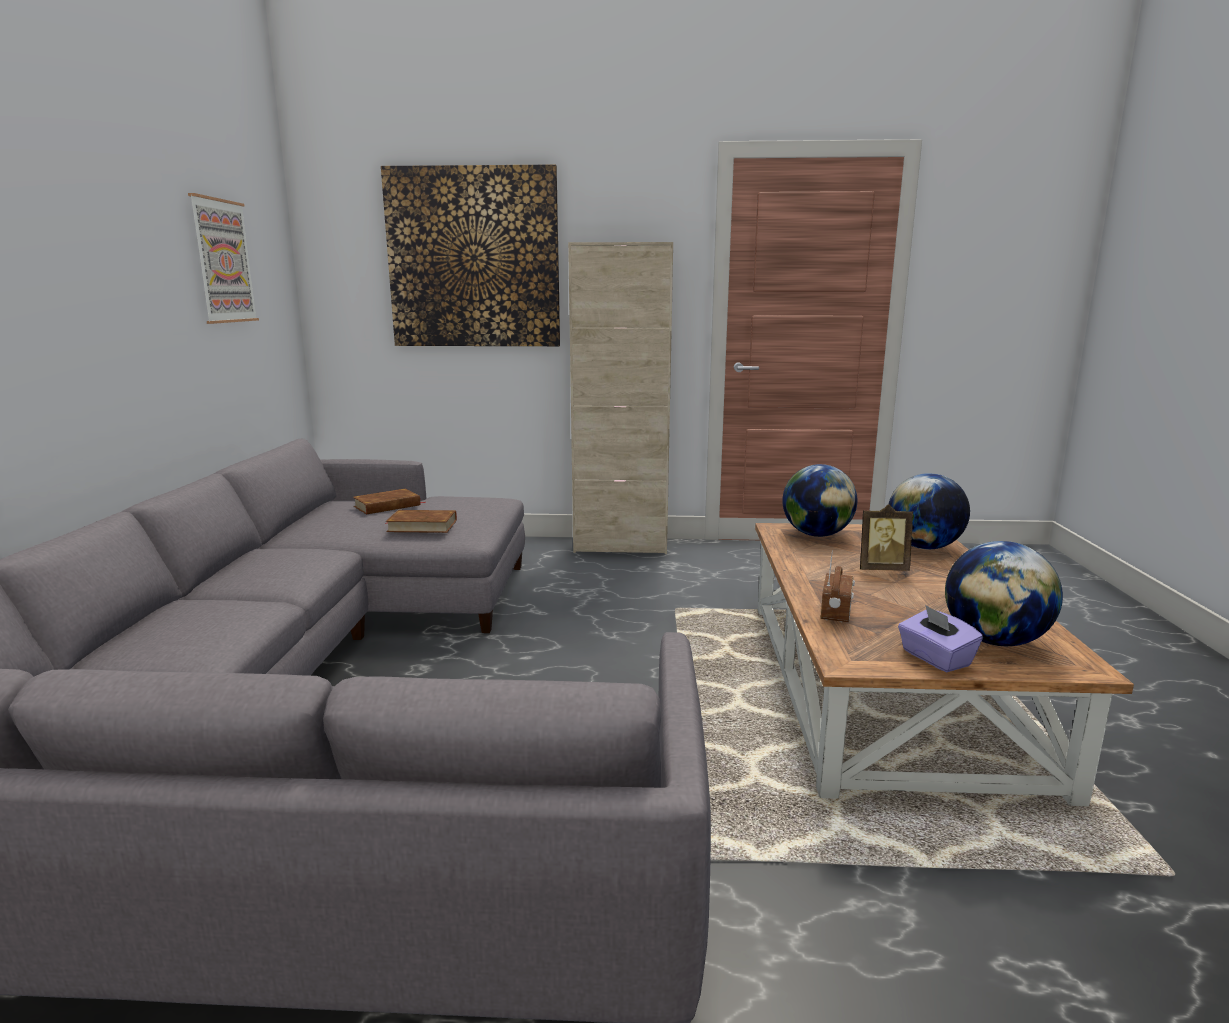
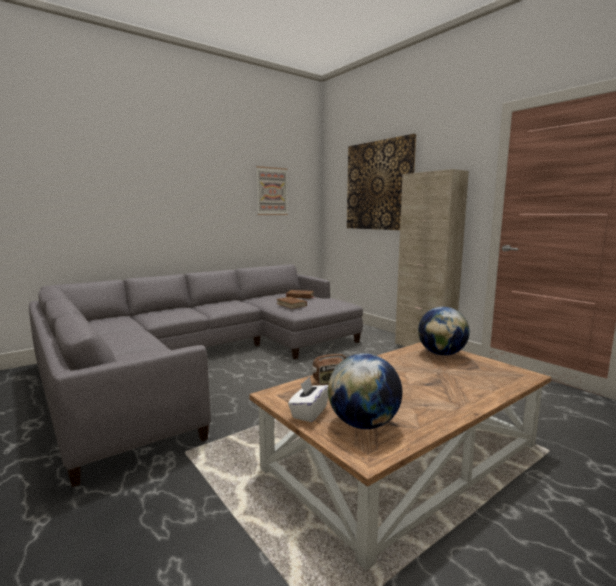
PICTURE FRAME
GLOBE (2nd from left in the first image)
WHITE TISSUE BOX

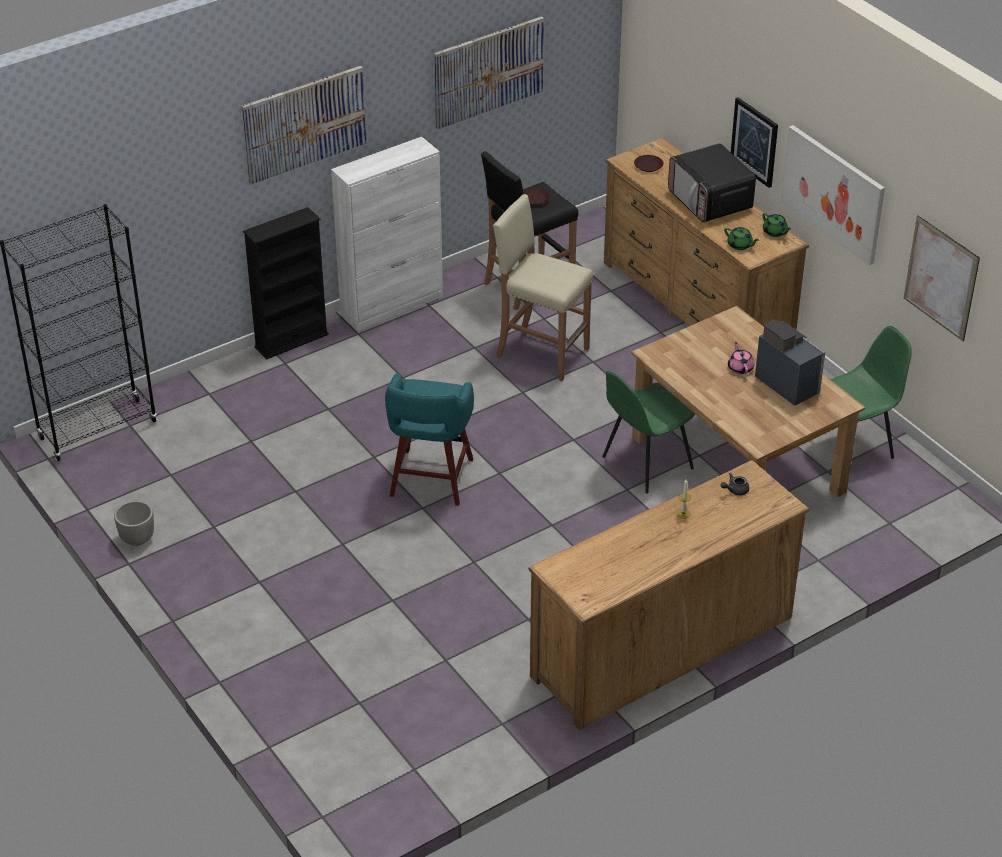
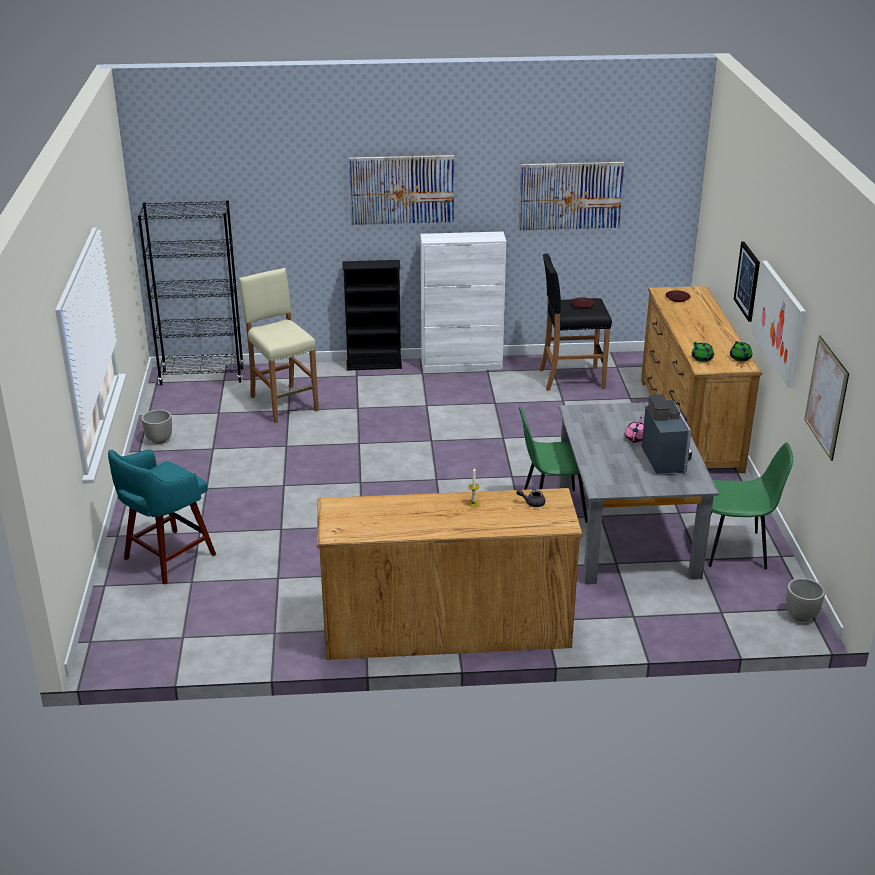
MICROWAVE
GREY PLANTER (2nd from left)
TURQUOISE STOOL
BEIGE STOOL
GREY DINING TABLE

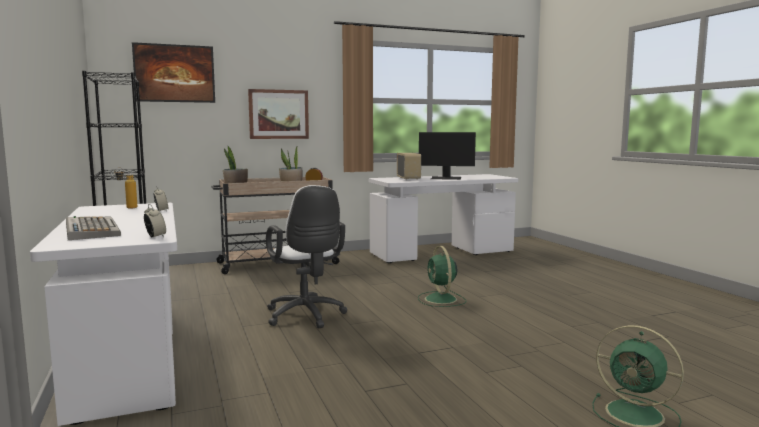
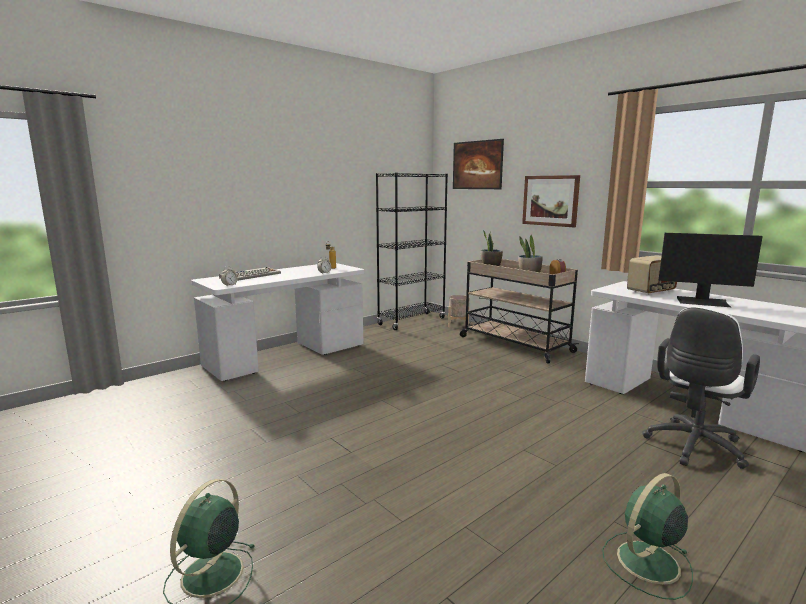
BEIGE PLANTER
WHITE OFFICE CHAIR
GREEN FAN (2nd from left)
MONITOR

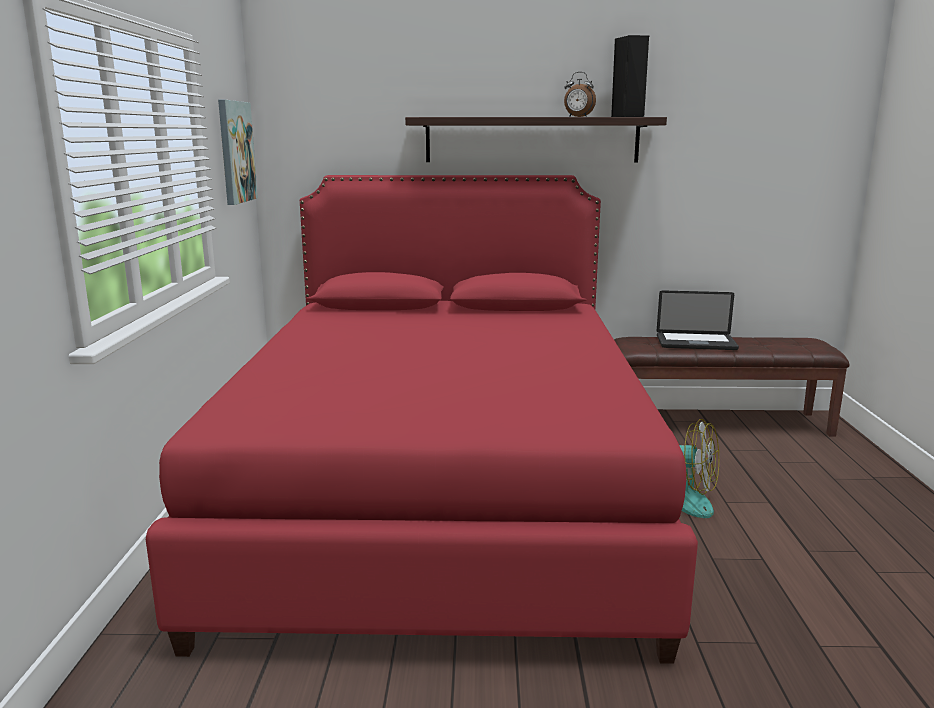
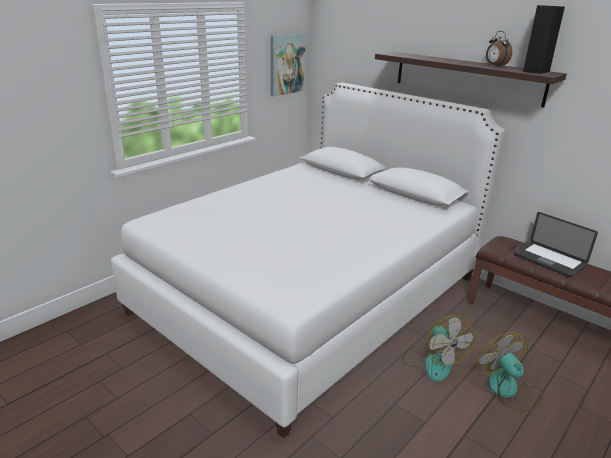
FAN (2nd from left)
WHITE BED

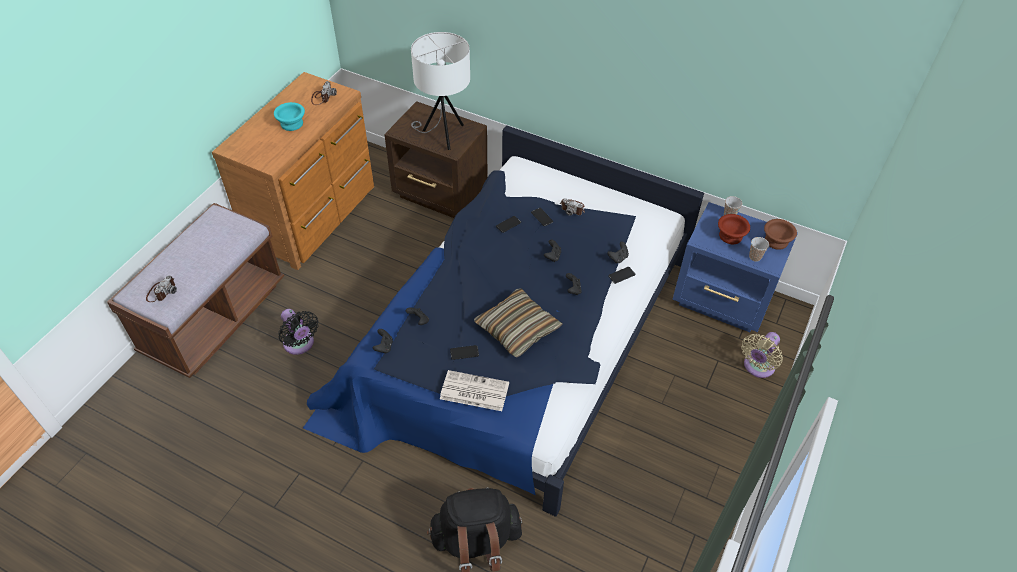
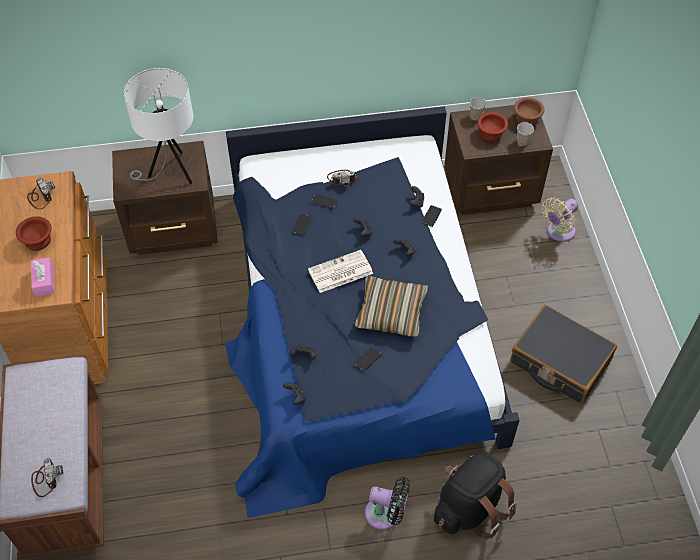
PINK TISSUE BOX
BLACK SUITCASE
BLACK FAN
NEWSPAPER
BROWN BOWL (1st from left)
BROWN NIGHTSTAND (2nd from left)
BEIGE FAN

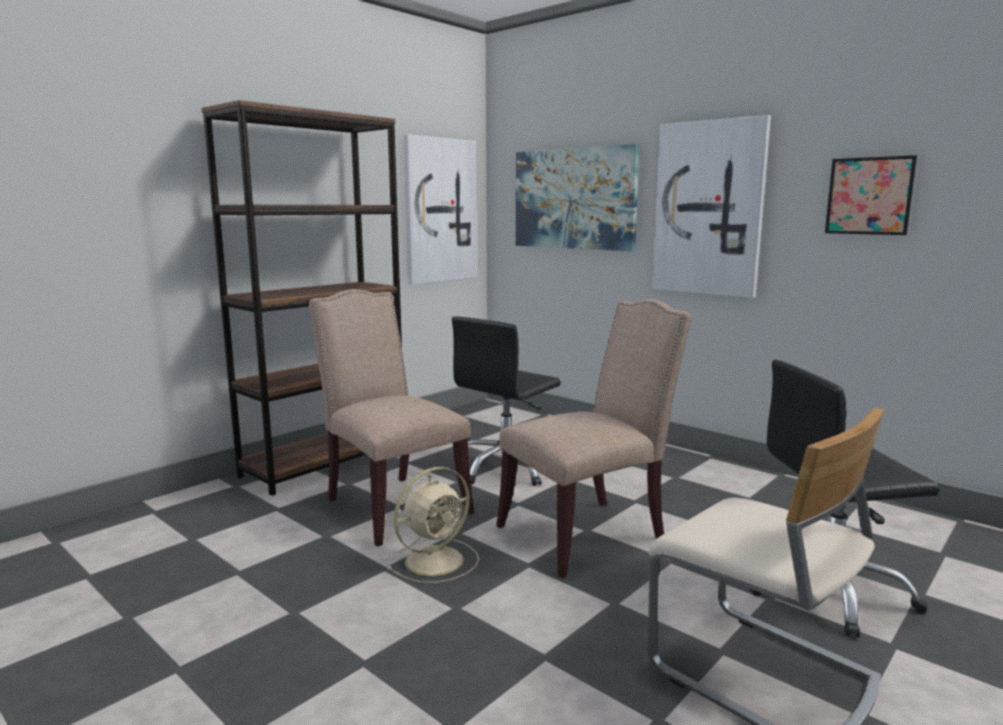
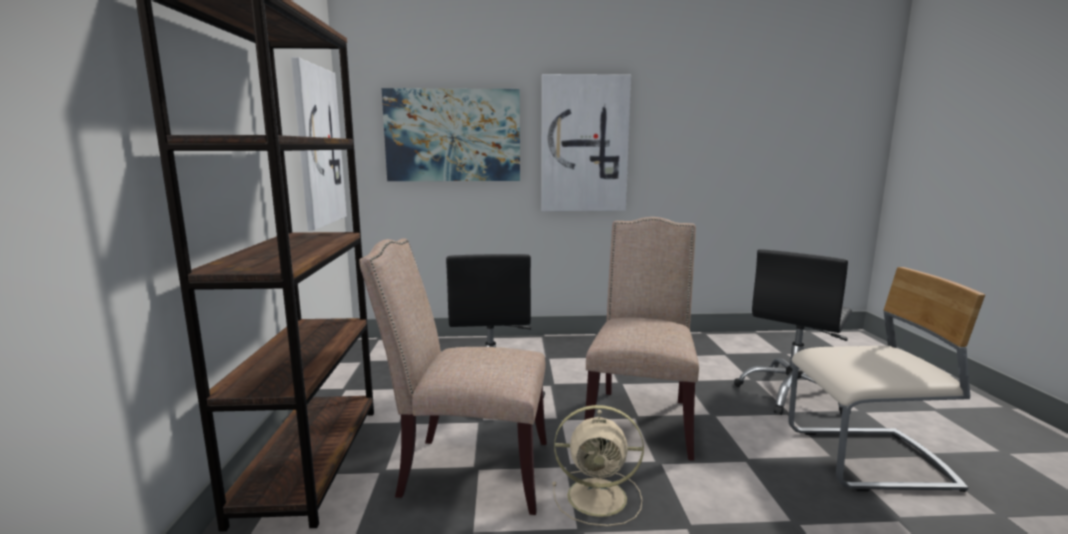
PICTURE (4th from left in the first image)
BEIGE FAN

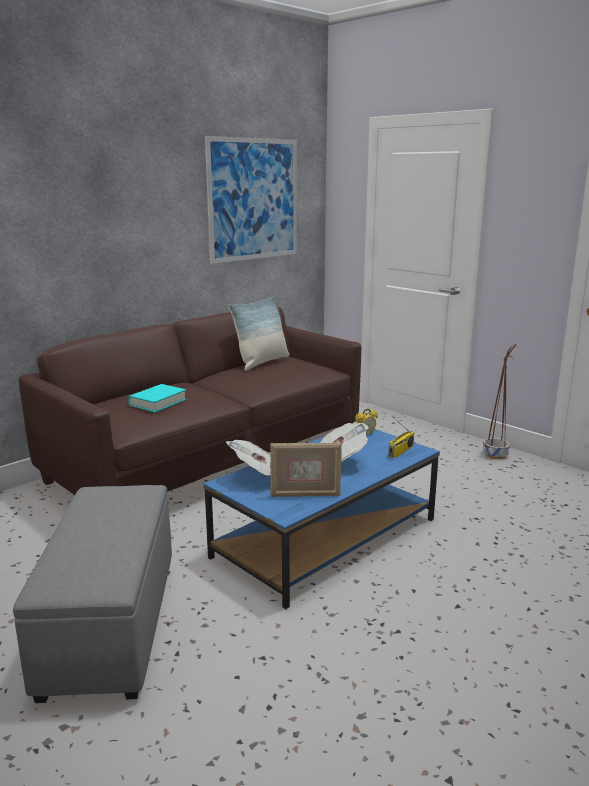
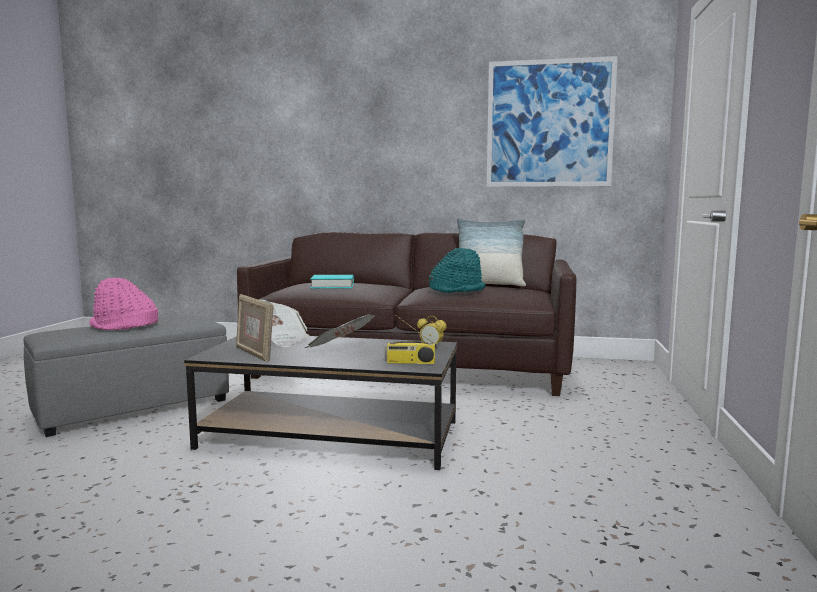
BROWN PLANTER
PINK HAT
TURQUOISE HAT
BLACK COFFEE TABLE

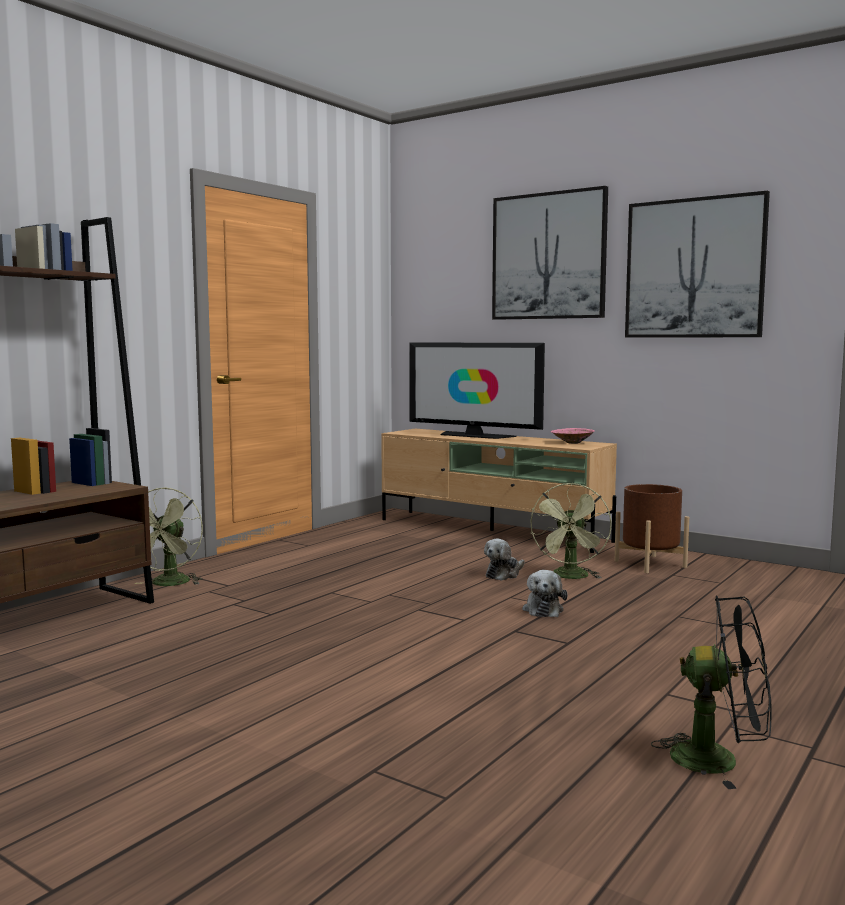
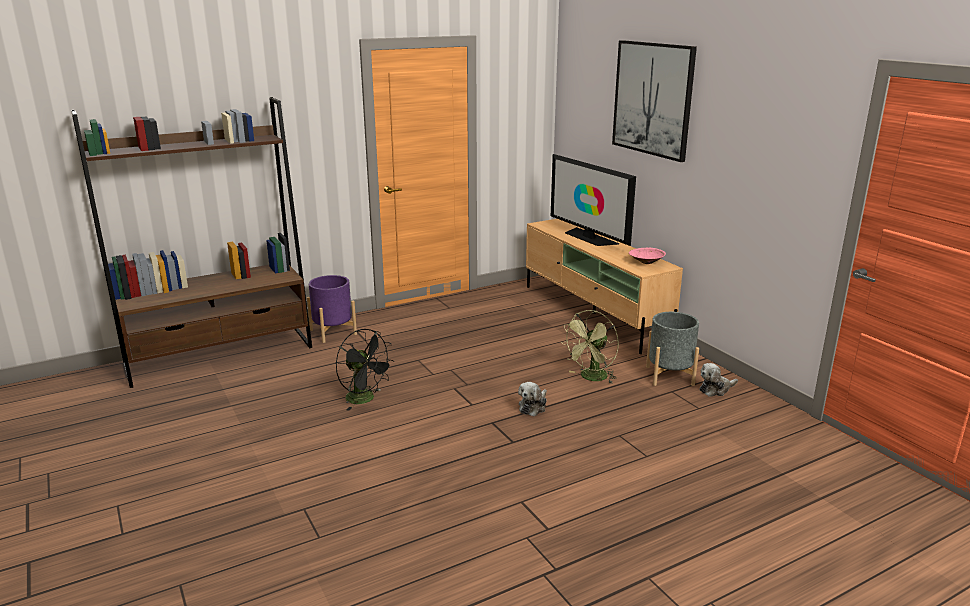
PICTURE (2nd from left in the first image)
PLUSH TOY (2nd from left)
BLACK FAN
PURPLE PLANTER
GREY PLANTER

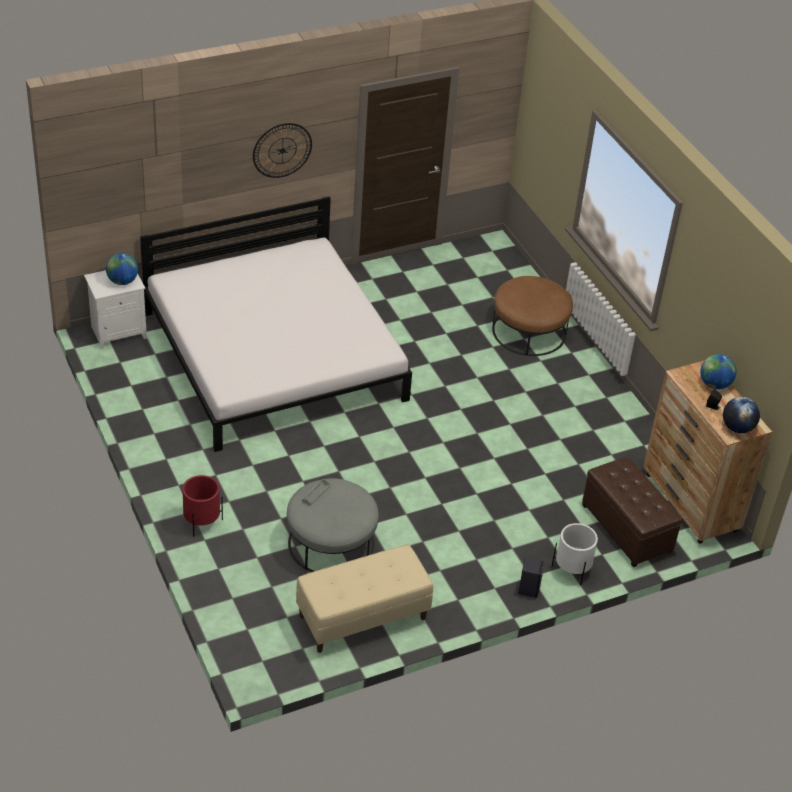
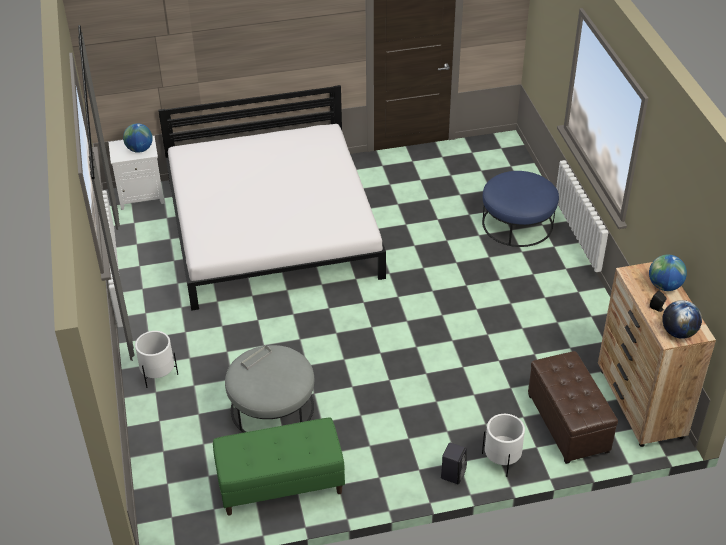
WALL CLOCK
WHITE PLANTER (1st from left)
GREEN BENCH
BLUE OTTOMAN

